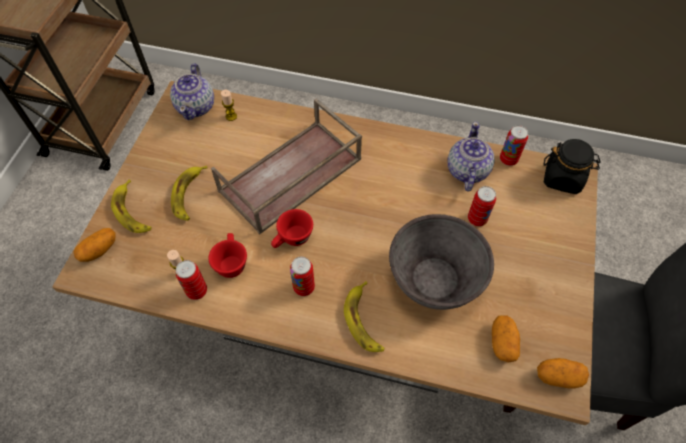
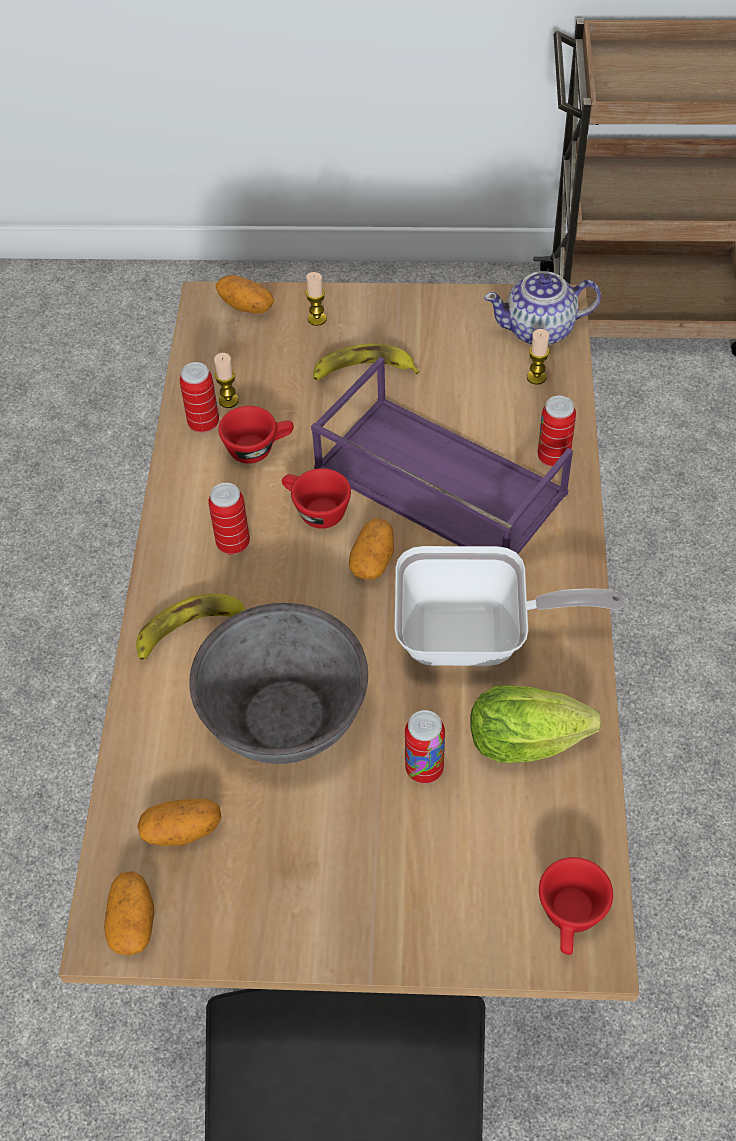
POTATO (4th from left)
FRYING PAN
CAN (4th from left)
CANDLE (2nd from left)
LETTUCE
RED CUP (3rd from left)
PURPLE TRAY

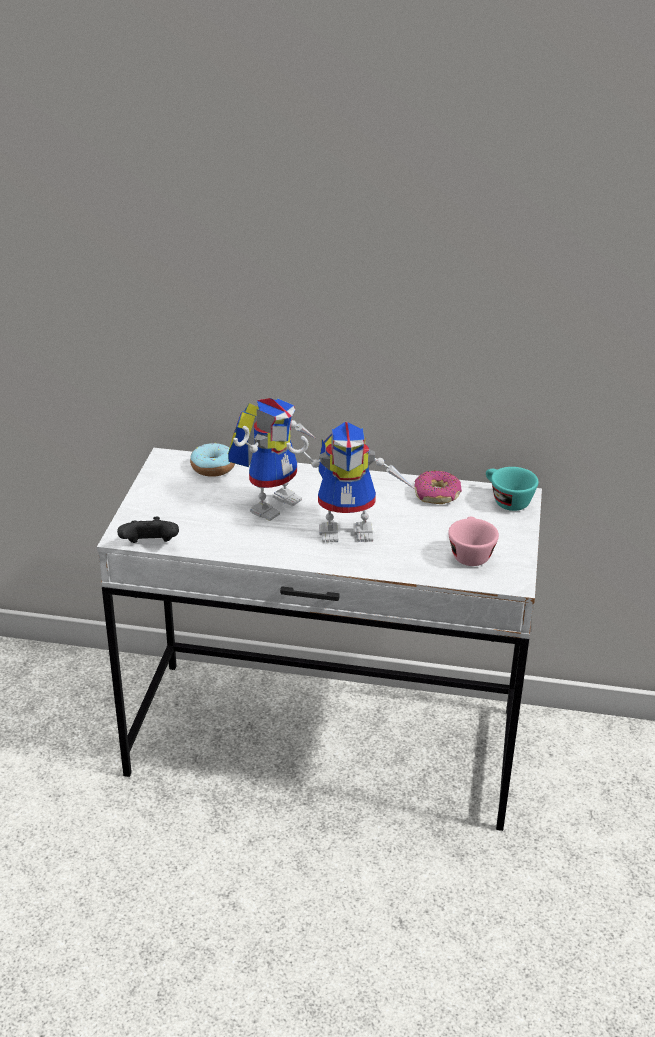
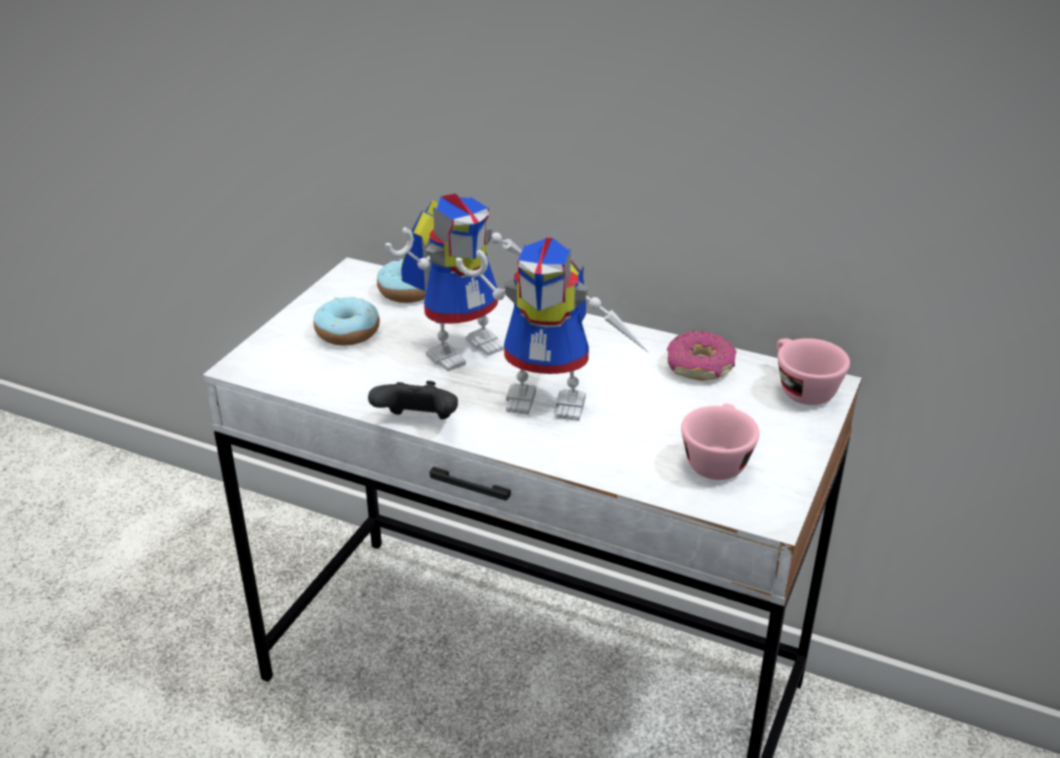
DONUT (1st from left)
BLACK GAME CONTROLLER
PINK CUP (2nd from left)

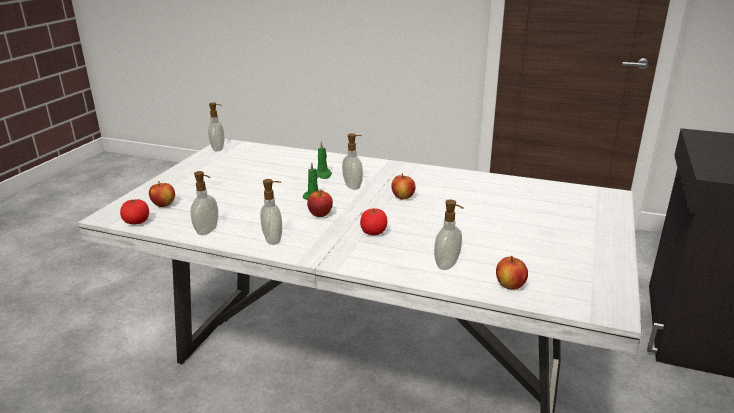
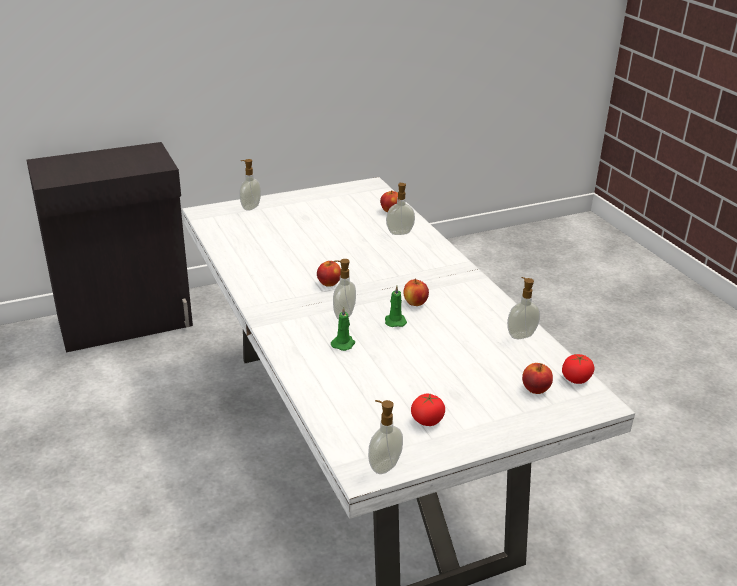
SOAP DISPENSER (1st from left)
TOMATO (1st from left)

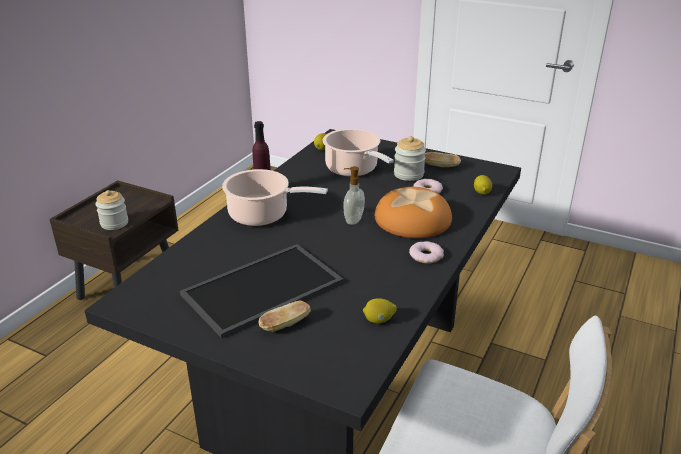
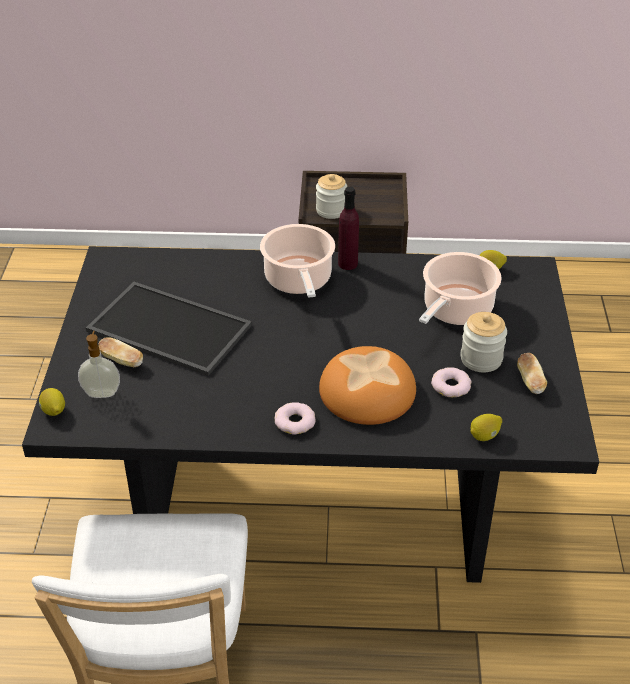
SOAP DISPENSER
LEMON (1st from left)

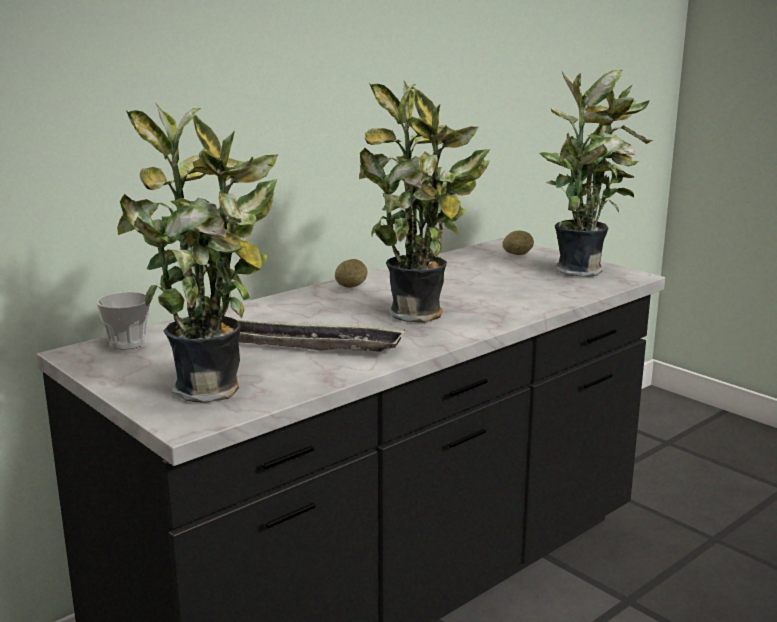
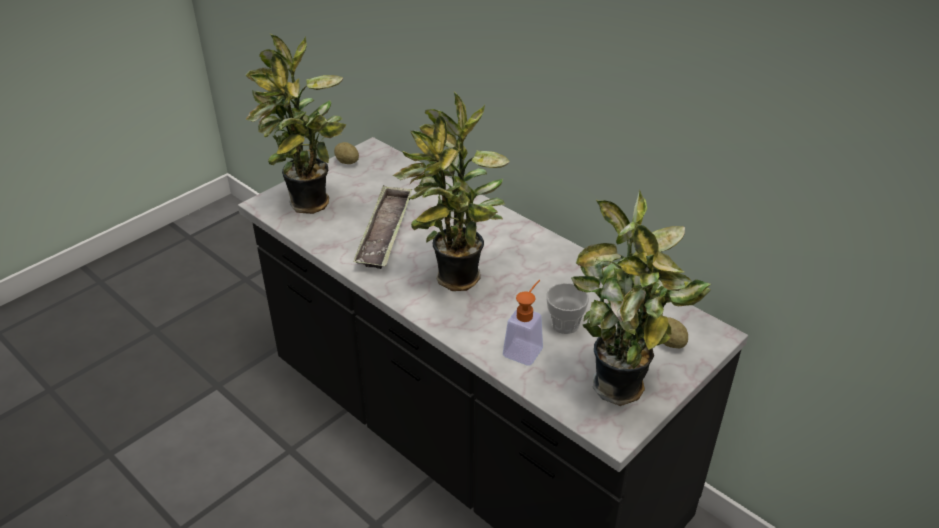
SOAP DISPENSER
CUP
POTATO (1st from left)

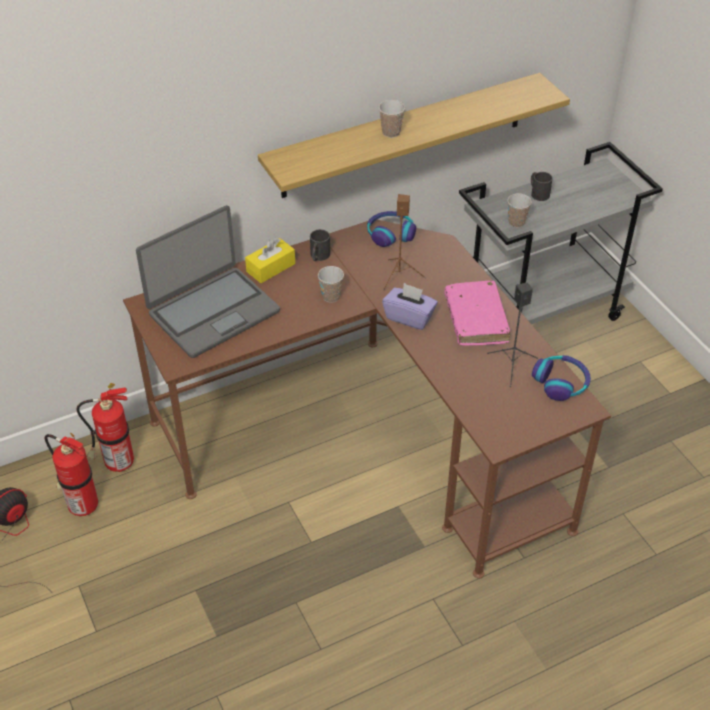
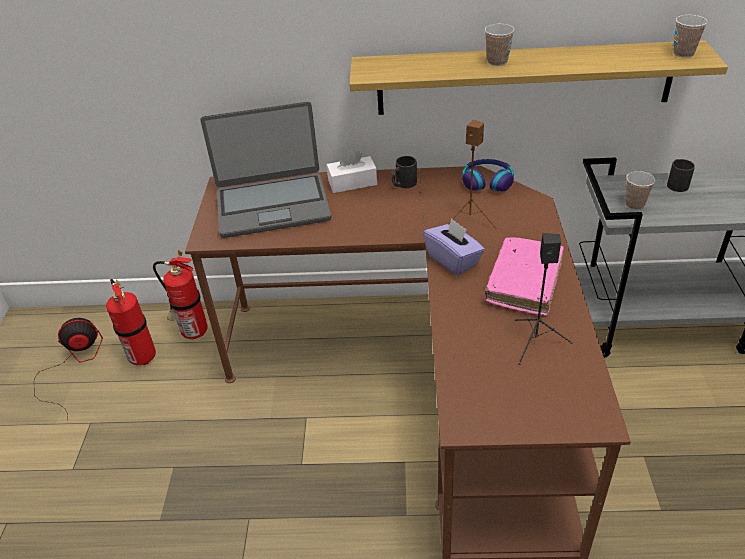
HEADPHONES (2nd from left in the first image)
CUP (3rd from left)
WHITE TISSUE BOX

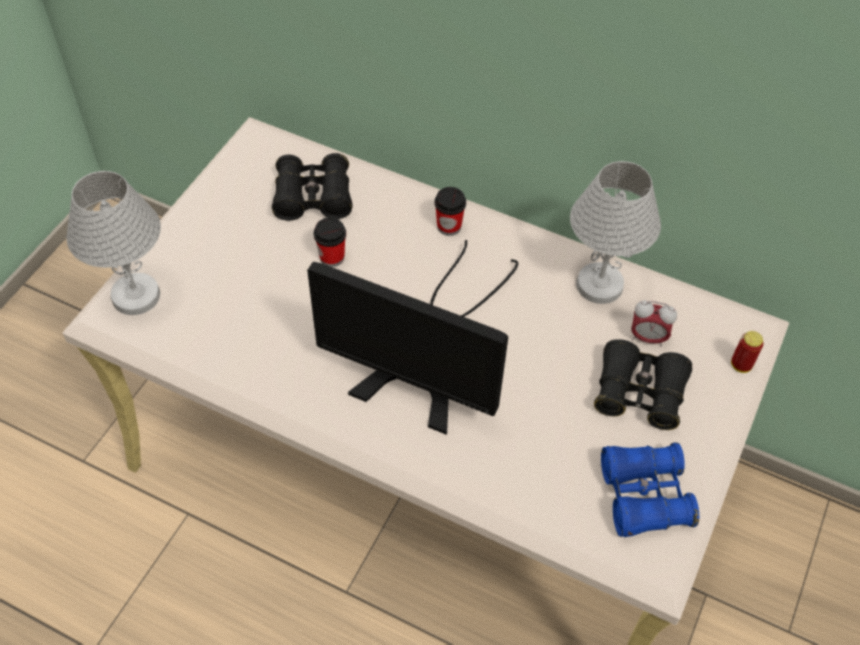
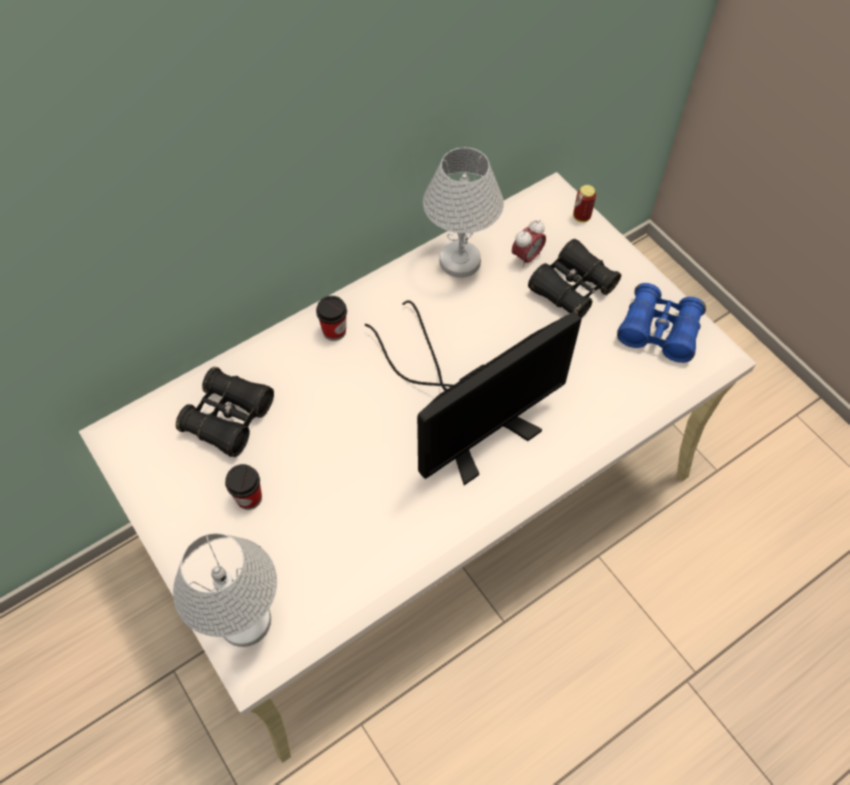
CUP (1st from left)

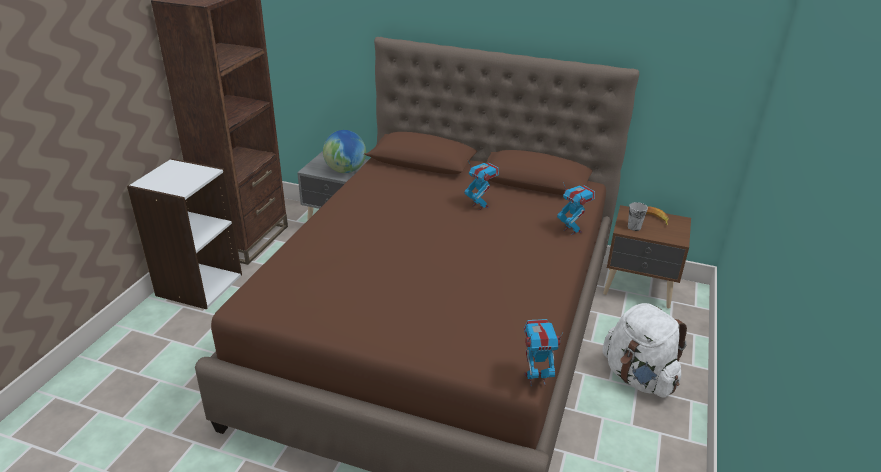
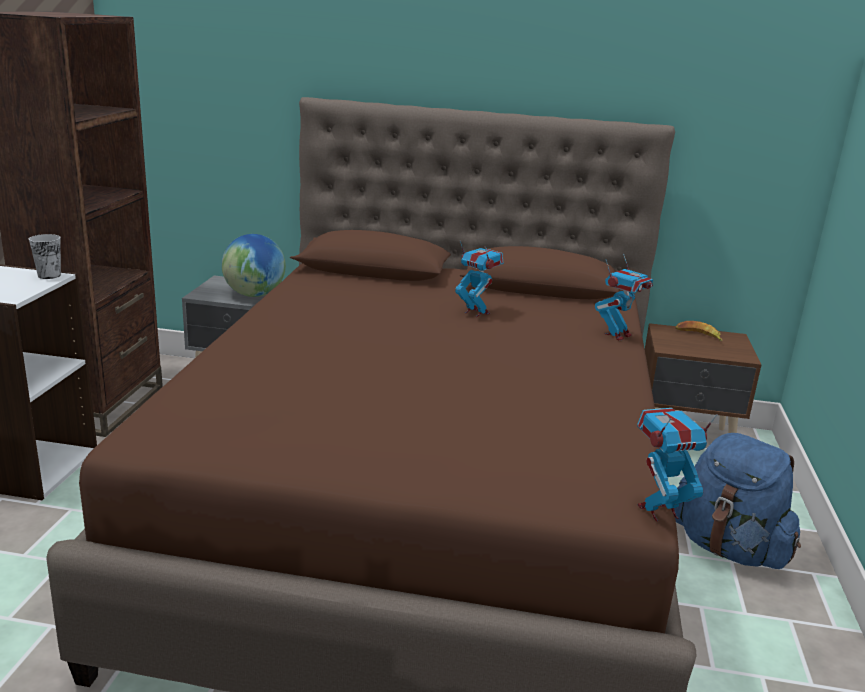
CUP
BLUE BACKPACK
TOY ROBOT (2nd from left)

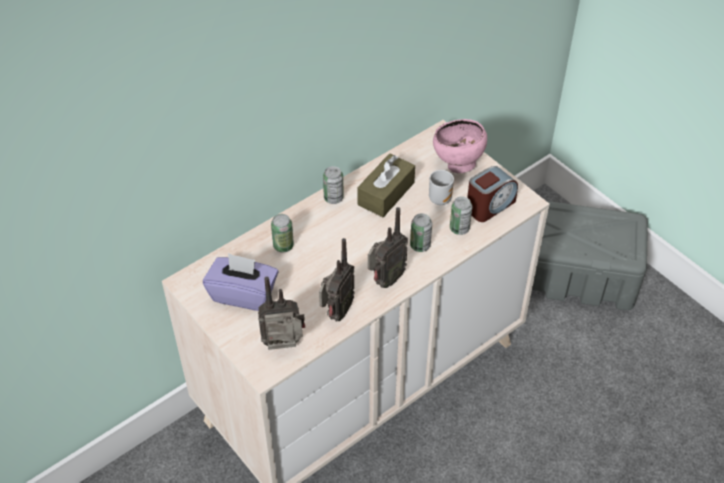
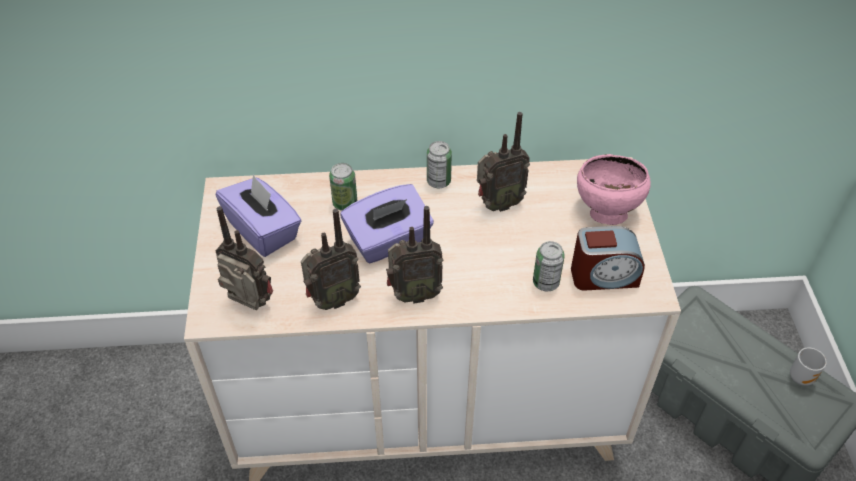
CAN (3rd from left in the first image)
PURPLE TISSUE BOX (2nd from left)
MUG
RADIO (4th from left)

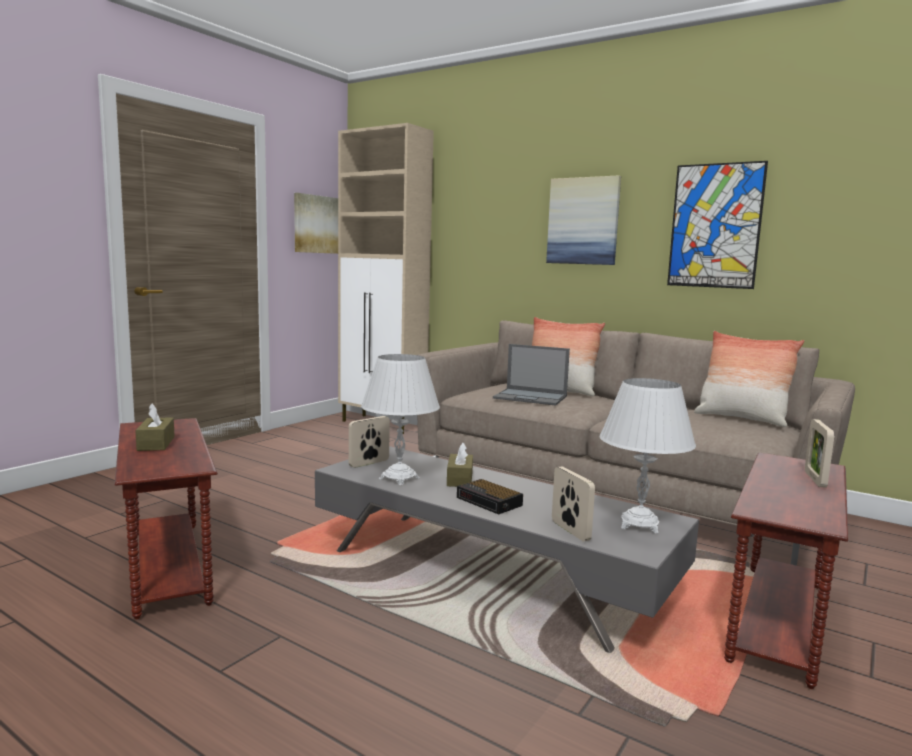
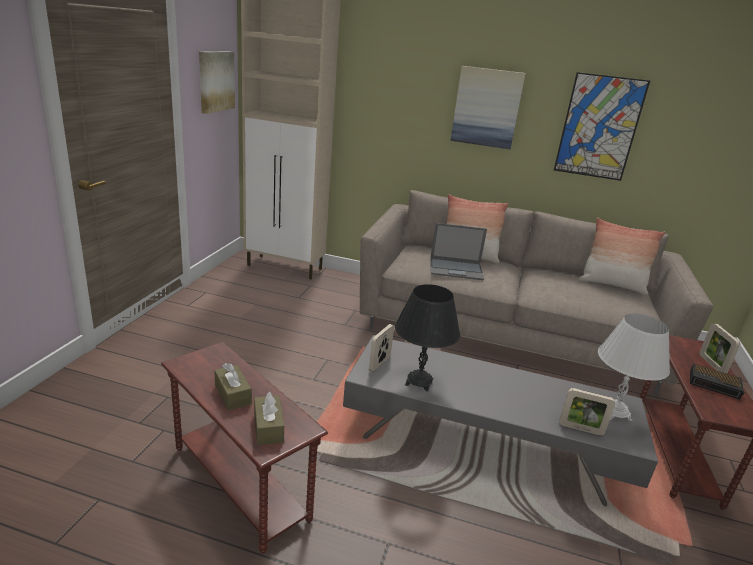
BROWN TISSUE BOX (2nd from left)
ALARM CLOCK
BLACK TABLE LAMP
PICTURE FRAME (2nd from left)

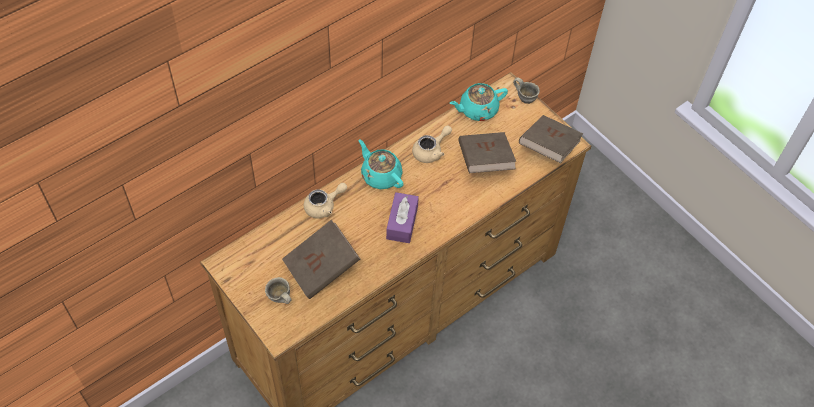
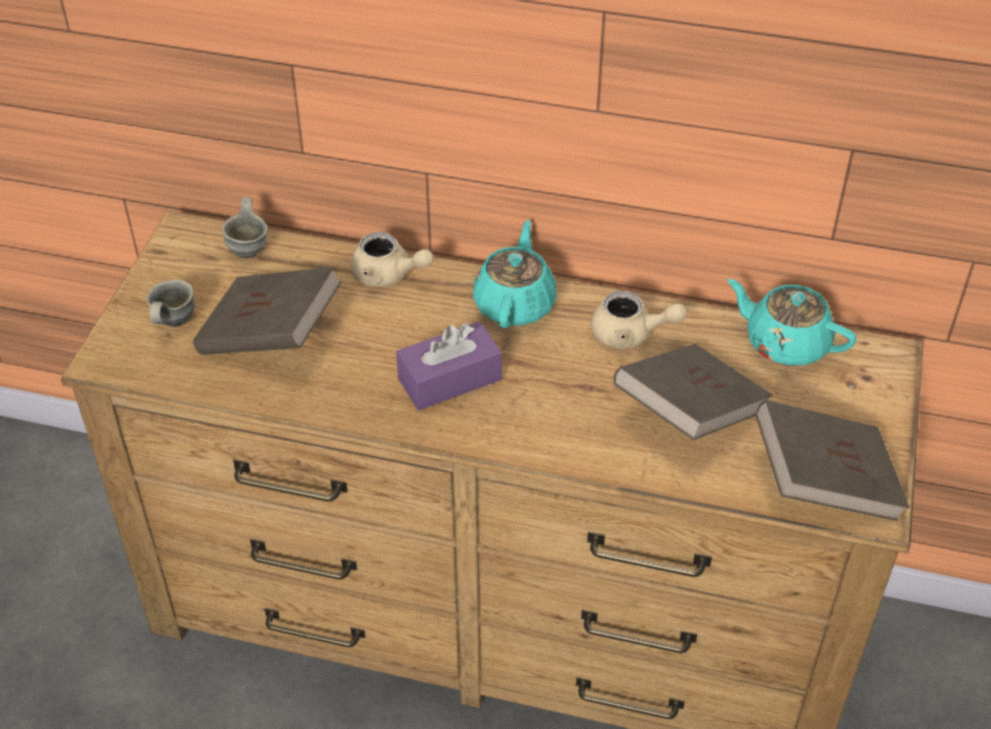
GREY MUG (2nd from left)

